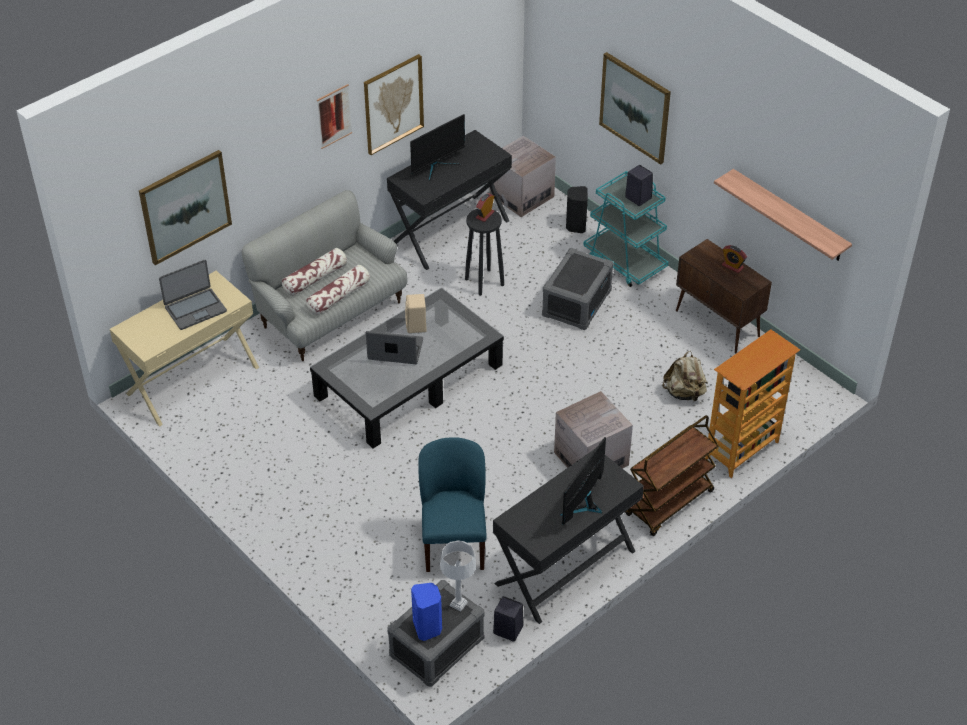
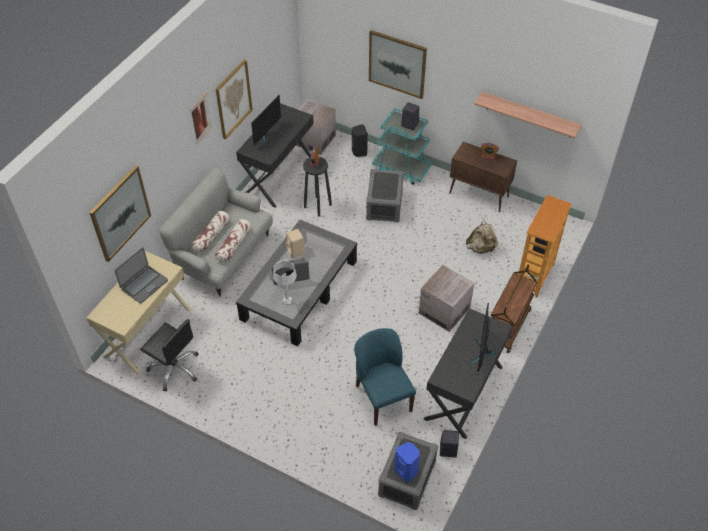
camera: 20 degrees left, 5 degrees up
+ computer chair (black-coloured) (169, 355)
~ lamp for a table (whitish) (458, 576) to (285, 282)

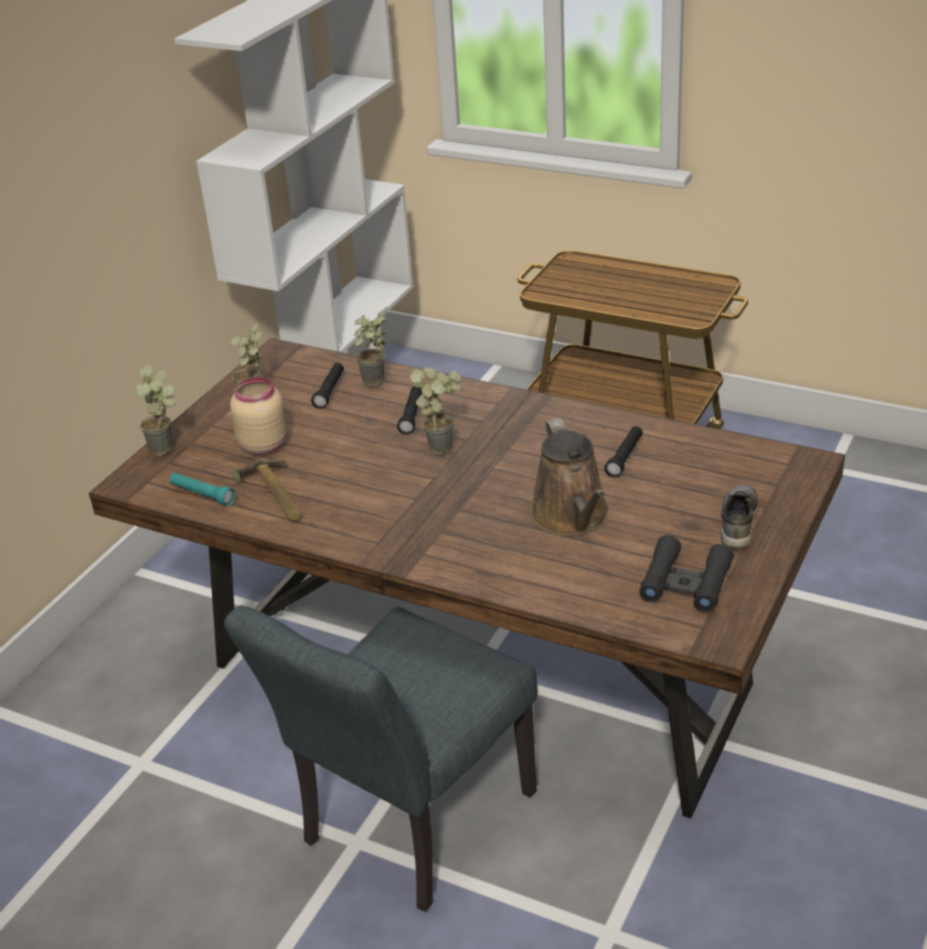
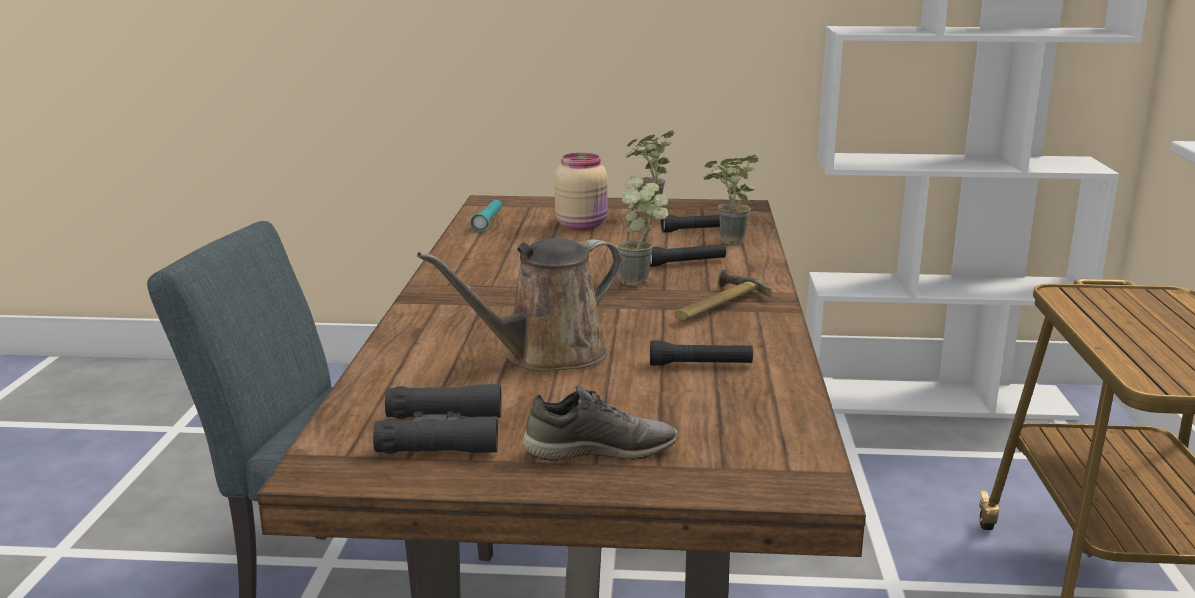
camera: 65 degrees right, 15 degrees down
~ tool hammer (266, 489) to (723, 294)
- potted plant (156, 410)

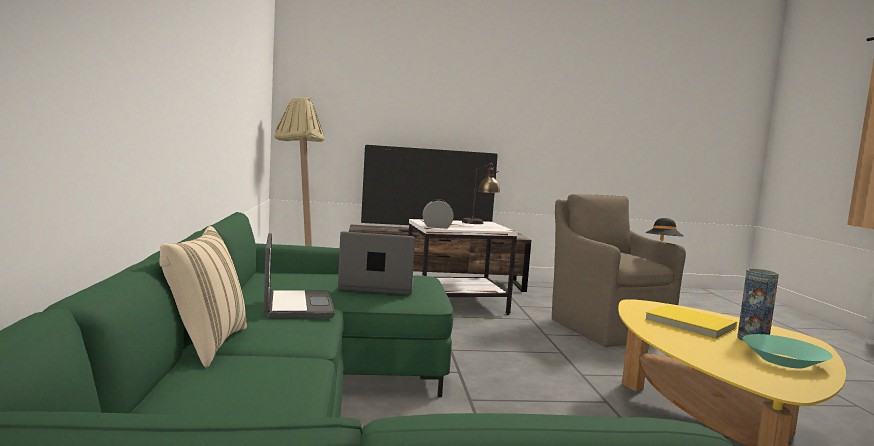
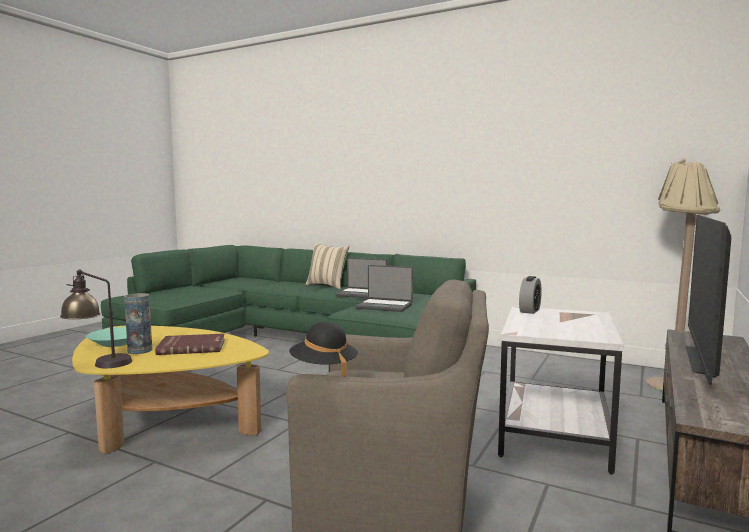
camera: 125 degrees right, 0 degrees up
~ lamp for a table (481, 193) to (96, 319)
~ volume (yellowish) (691, 322) to volume (reddish) (190, 344)
~ notebook computer (376, 263) = (384, 288) 75 degrees clockwise

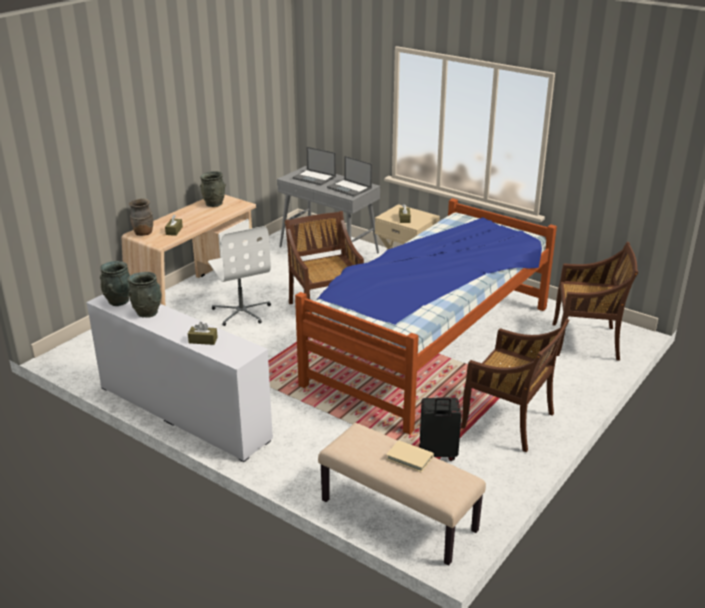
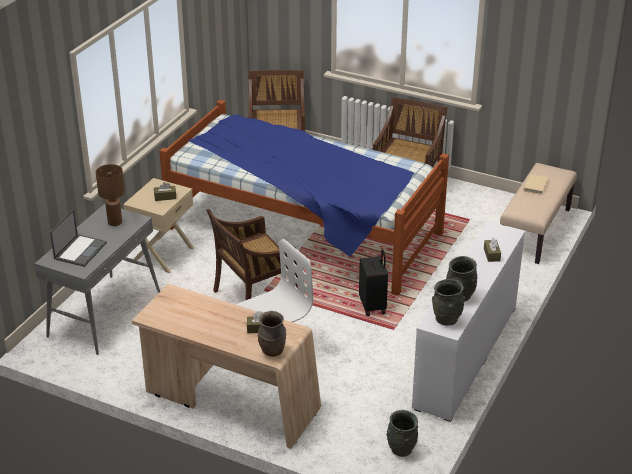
camera: 100 degrees left, 5 degrees up
~ notebook computer (349, 176) to lamp for a table (brownish) (110, 195)
~ travel case (black-coloured) (440, 429) to (373, 282)
~ vase (greyish) (213, 189) to (402, 433)

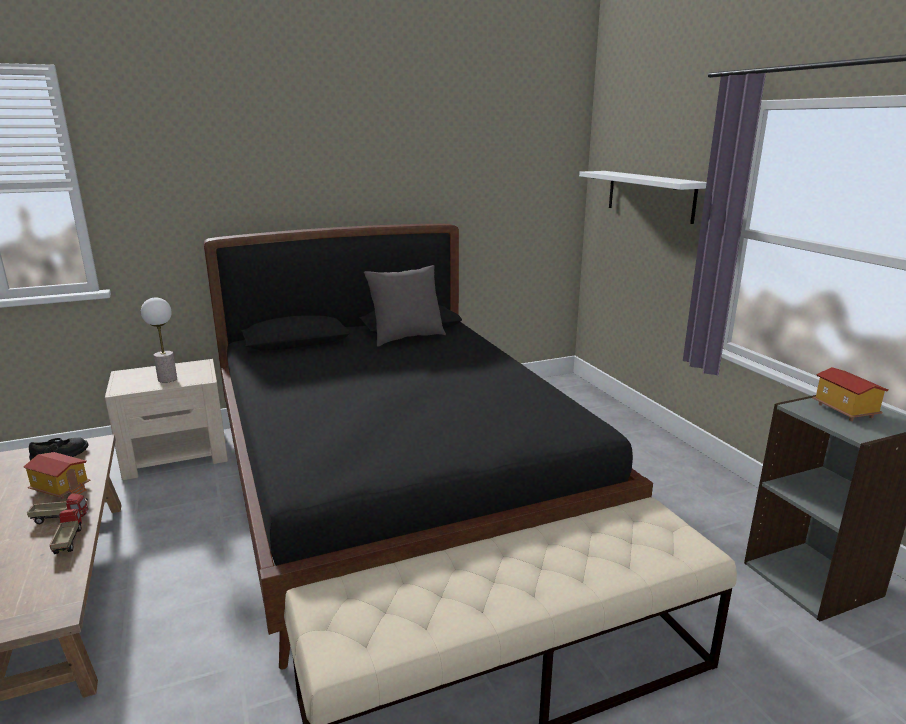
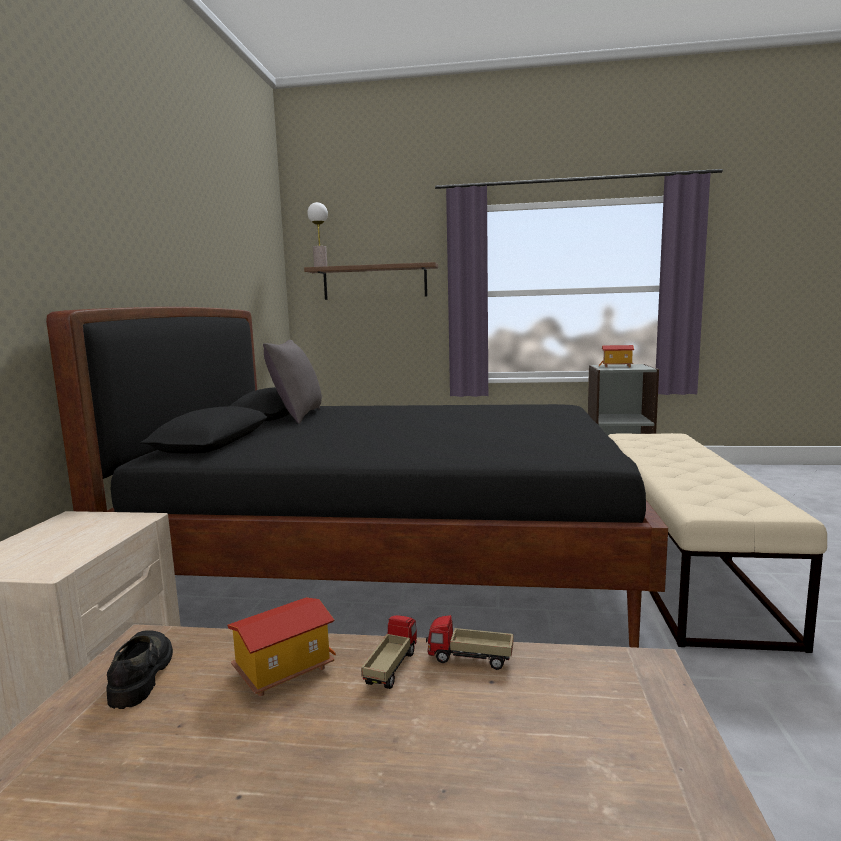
camera: 60 degrees left, 10 degrees down
~ wall shelf (whitish) (643, 197) to wall shelf (brownish) (371, 281)
~ lamp for a table (159, 340) to (317, 234)

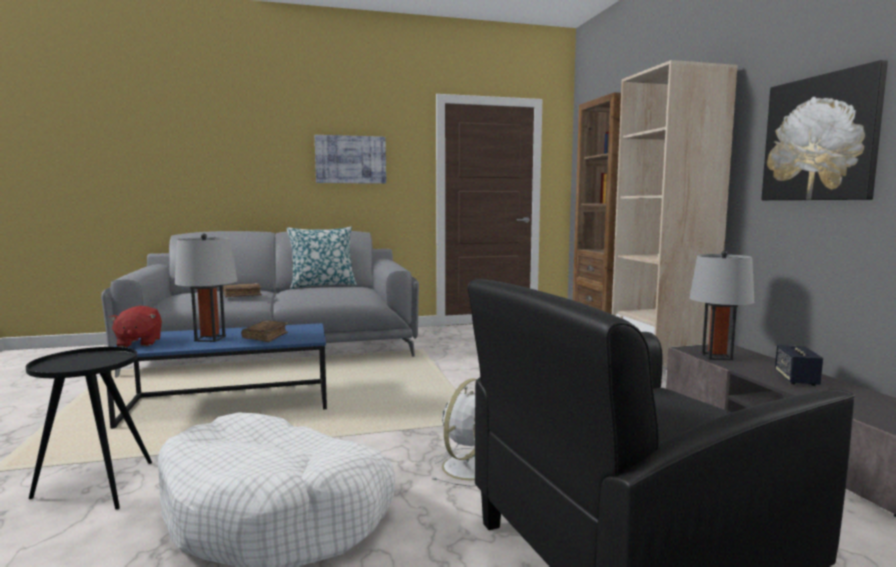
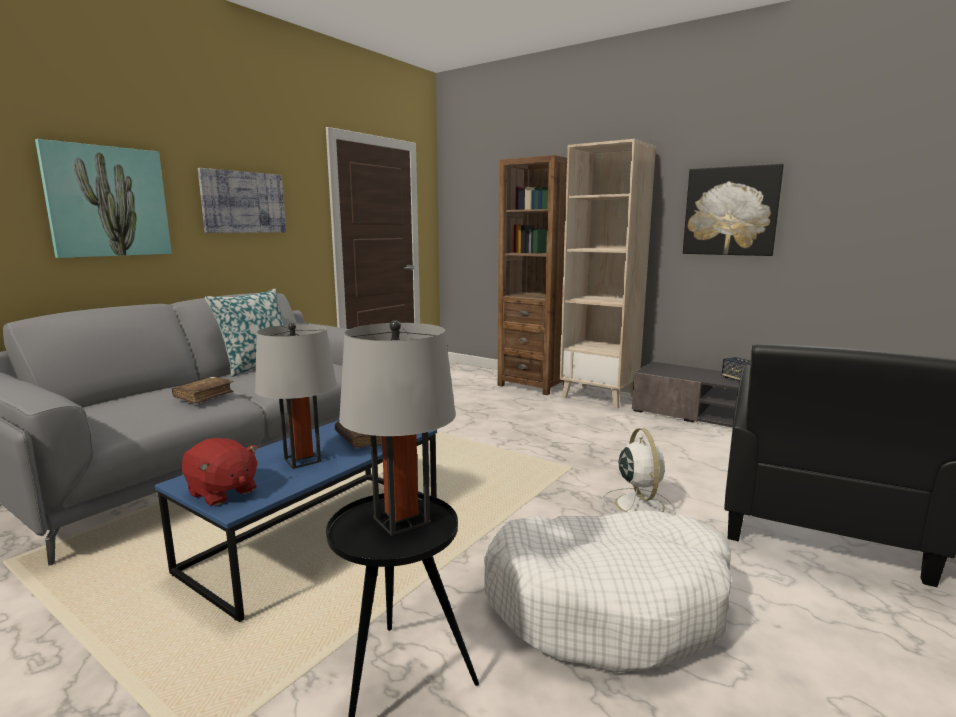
camera: 40 degrees left, 5 degrees up
+ picture (103, 198)
~ lamp for a table (greyish) (721, 305) to (397, 428)

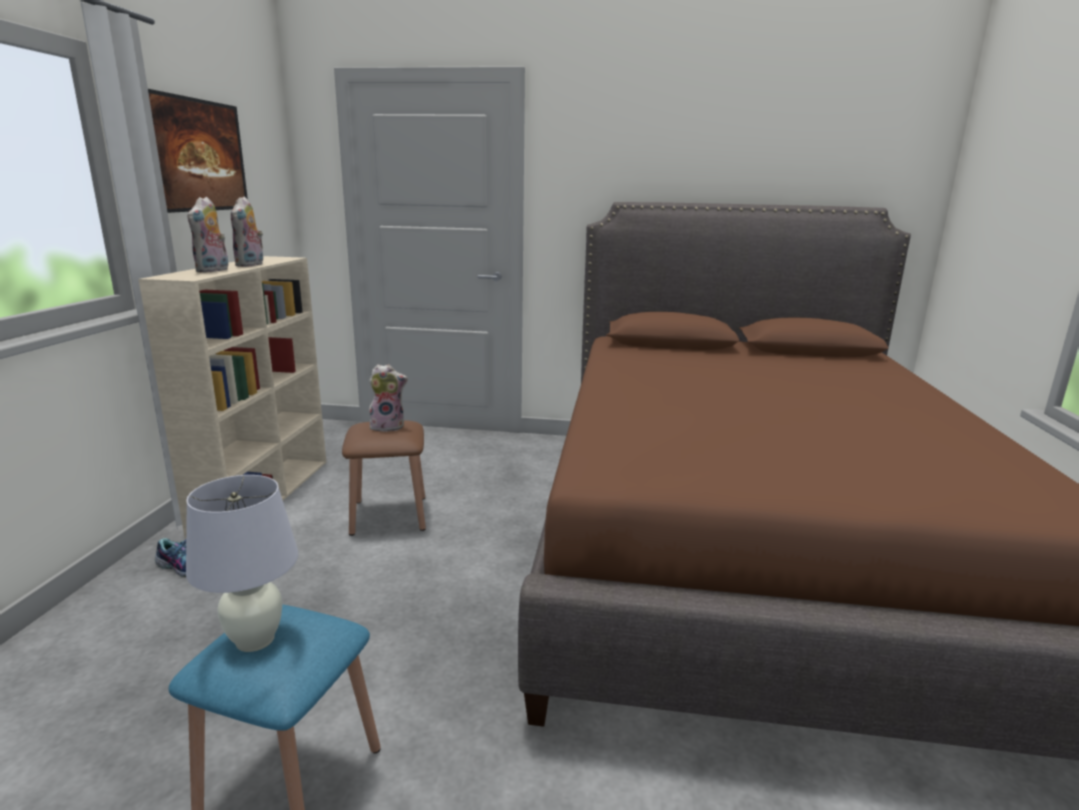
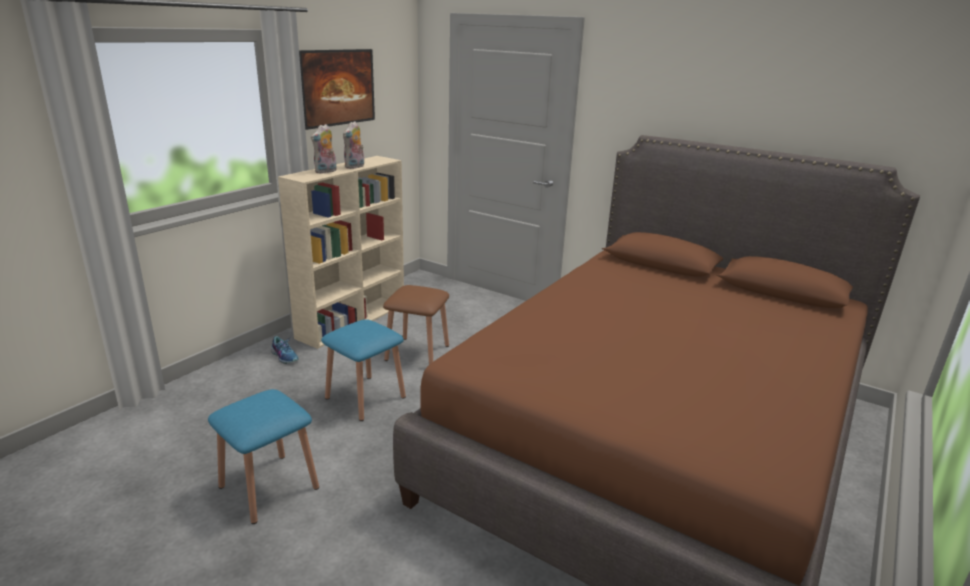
camera: 25 degrees right, 5 degrees up
+ stool seat (blue-coloured) (363, 370)
- lamp for a table (whitish) (242, 563)
- plush toy (388, 398)

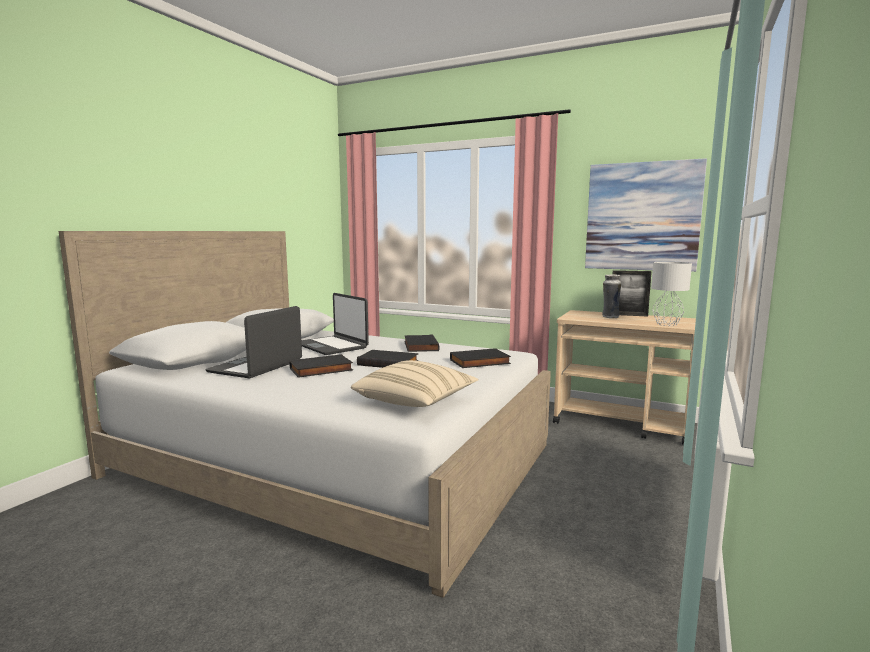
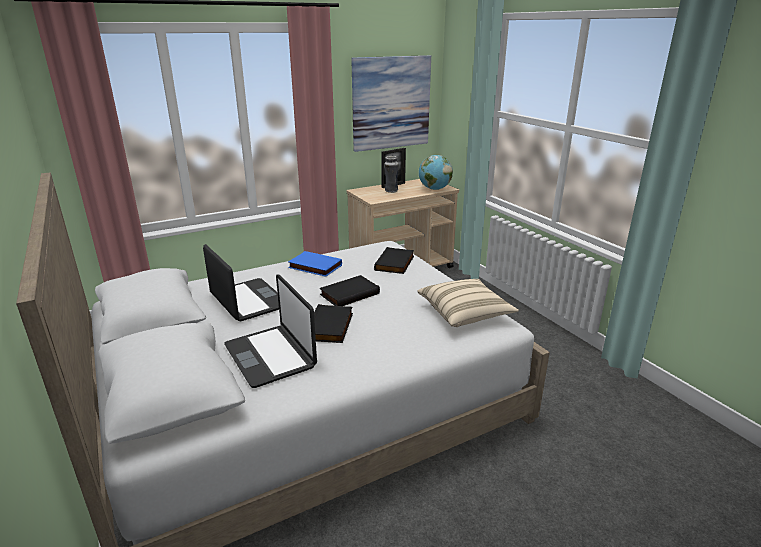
camera: 55 degrees left, 15 degrees up
~ notebook computer (335, 324) = (241, 282) 120 degrees counterclockwise
~ volume (black-coloured) (422, 343) to volume (blue-coloured) (315, 264)
~ lamp for a table (greyish) (671, 294) to globe (436, 172)

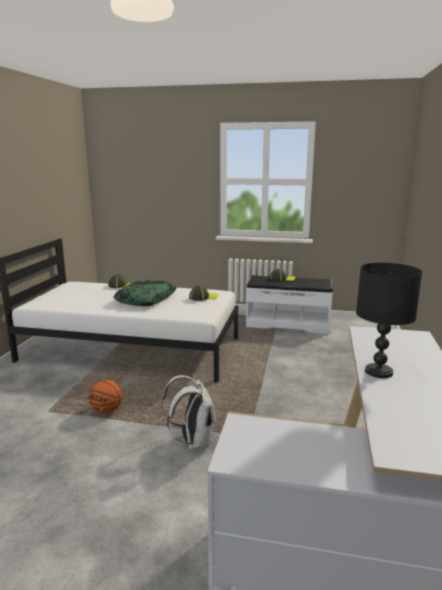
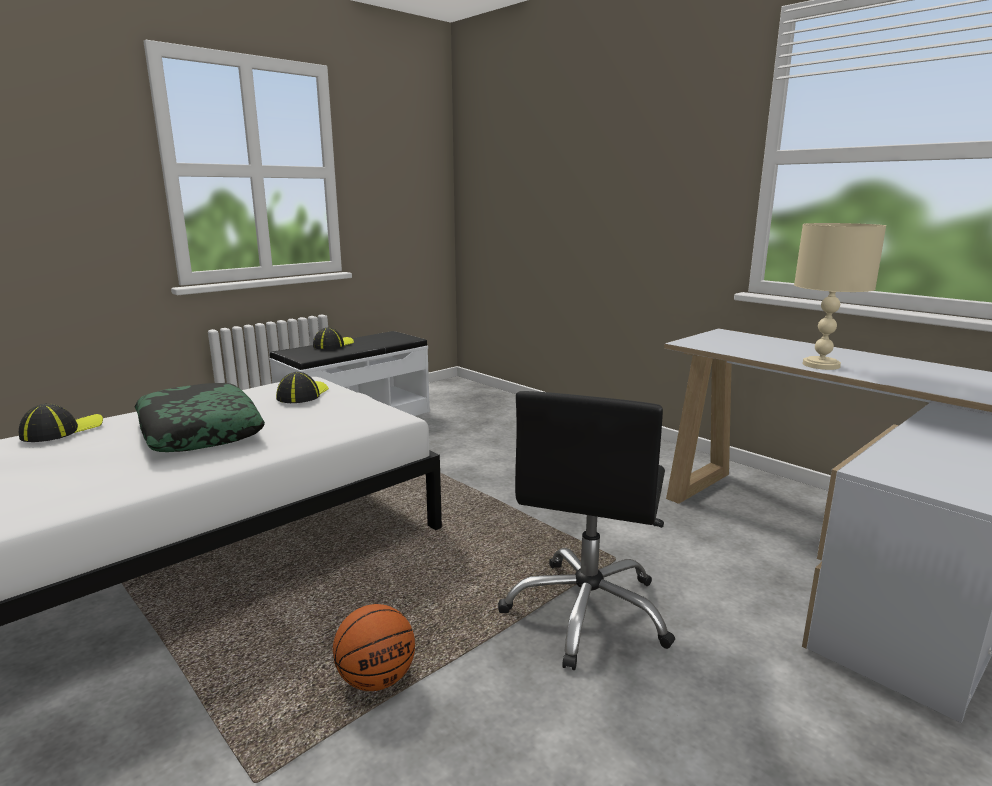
camera: 55 degrees left, 0 degrees up
~ rucksack (whitish) (188, 412) to computer chair (black-coloured) (586, 530)
~ lamp for a table (black-coloured) (389, 320) to lamp for a table (beige-coloured) (840, 296)

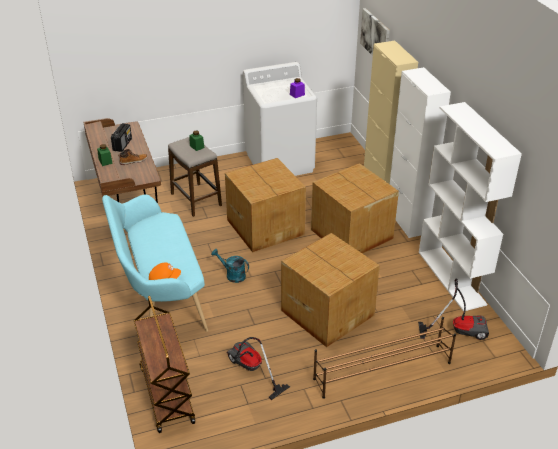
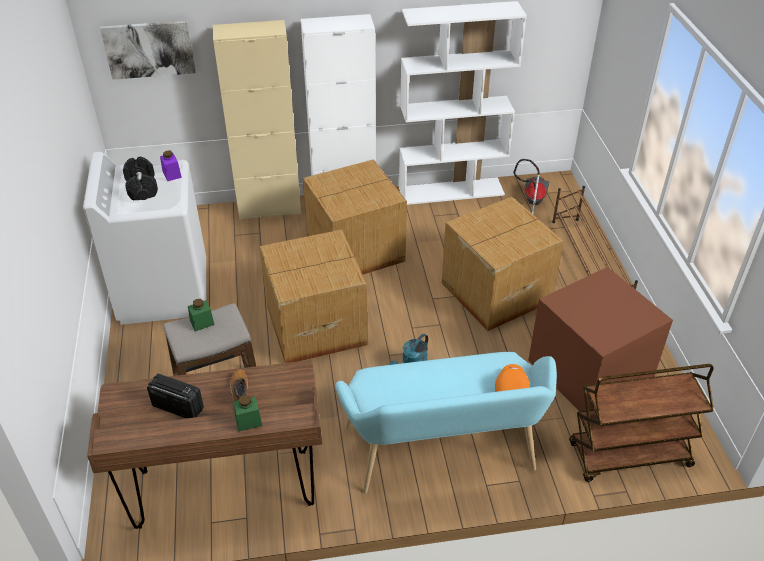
camera: 80 degrees left, 5 degrees up
+ hand weight (black-coloured) (140, 179)
~ hoover (258, 368) to storage bin (brownish) (600, 339)

